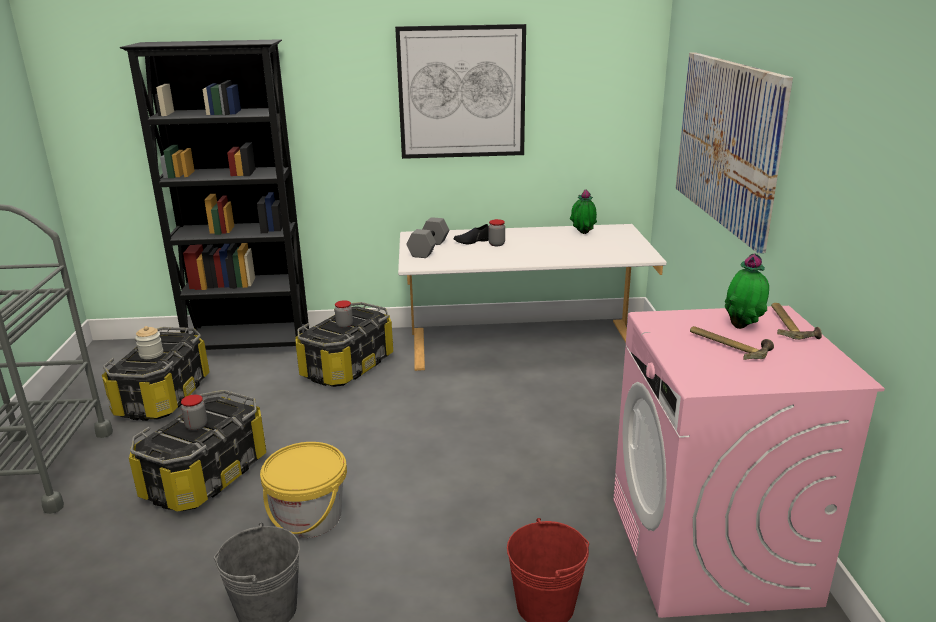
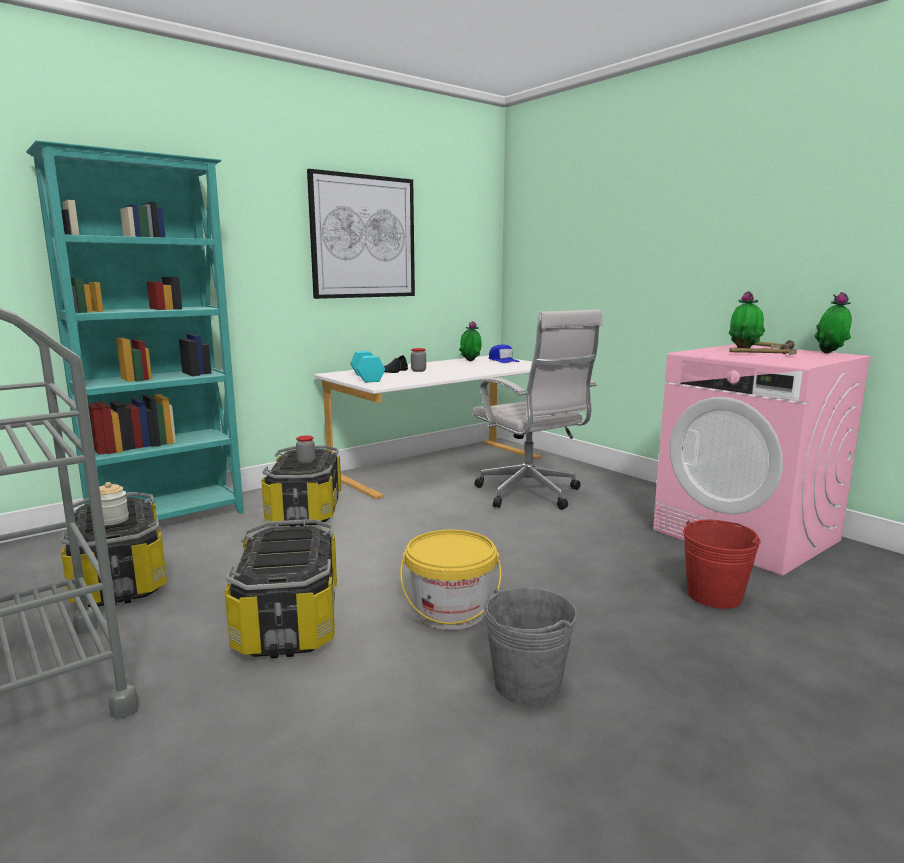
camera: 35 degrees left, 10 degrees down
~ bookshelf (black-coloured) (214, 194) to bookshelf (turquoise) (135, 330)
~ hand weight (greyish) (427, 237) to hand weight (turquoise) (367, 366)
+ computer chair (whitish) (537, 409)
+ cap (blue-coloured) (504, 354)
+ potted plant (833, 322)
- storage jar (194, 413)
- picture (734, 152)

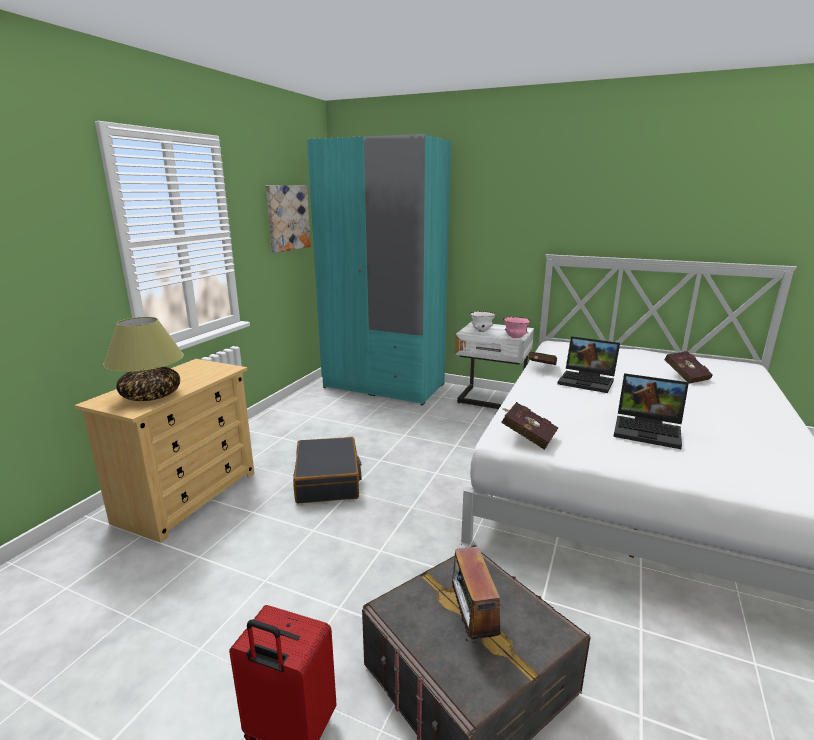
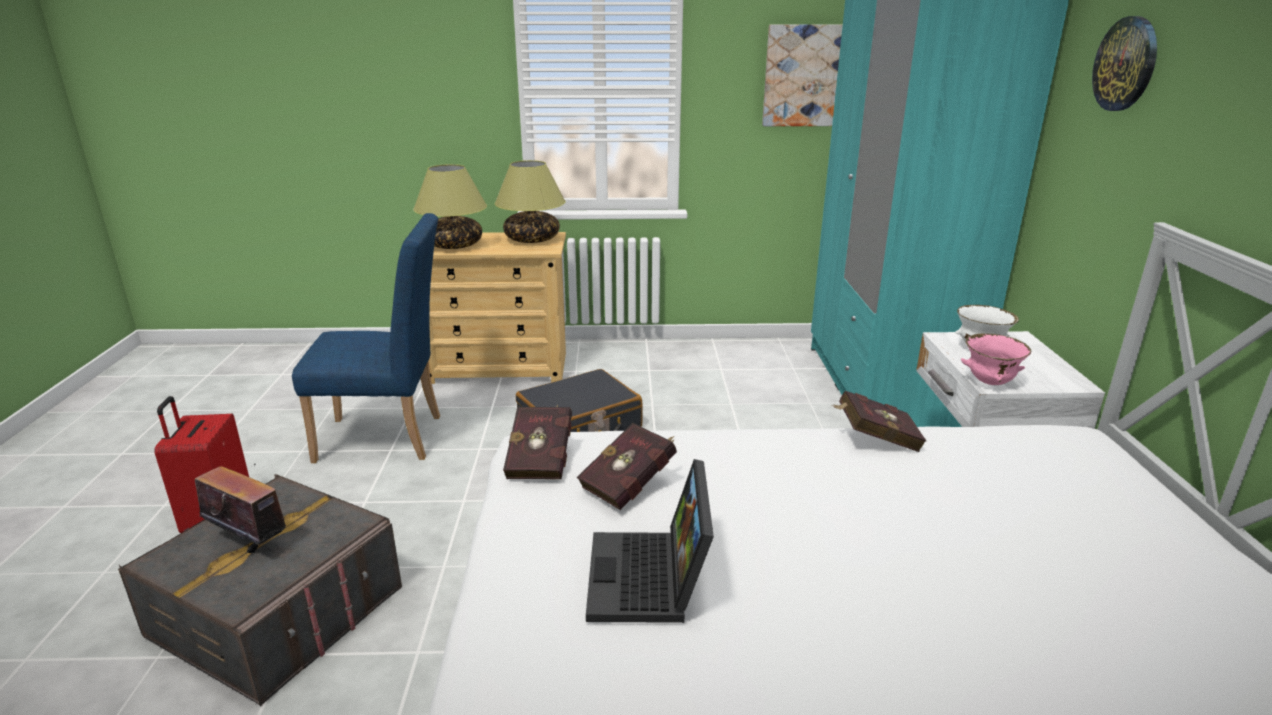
camera: 65 degrees right, 5 degrees up
~ radio receiver (470, 593) = (240, 508) 60 degrees clockwise
+ plain chair (blue-coloured) (366, 338)
+ lamp for a table (530, 201)
~ volume (reddish) (688, 367) to (627, 466)
+ clock on the wall (1124, 63)
- notebook computer (588, 364)

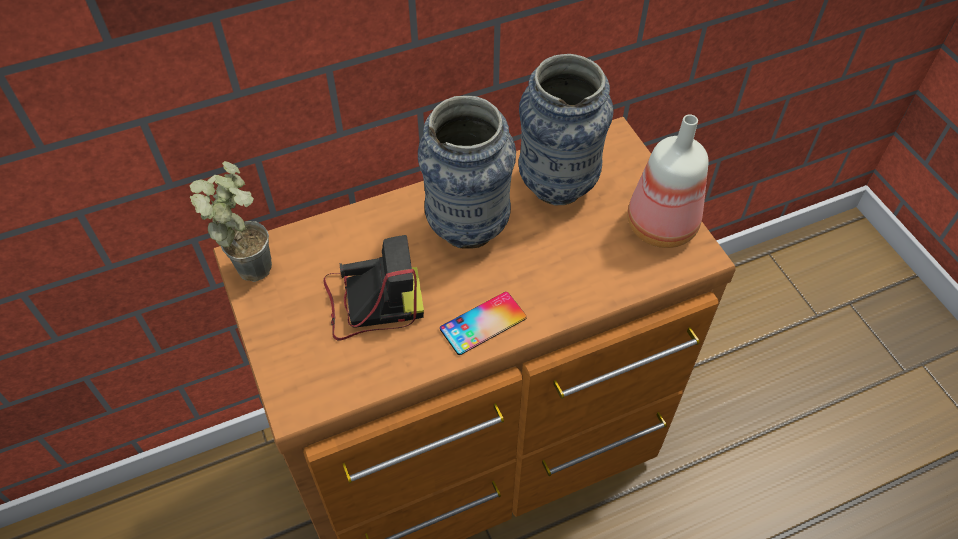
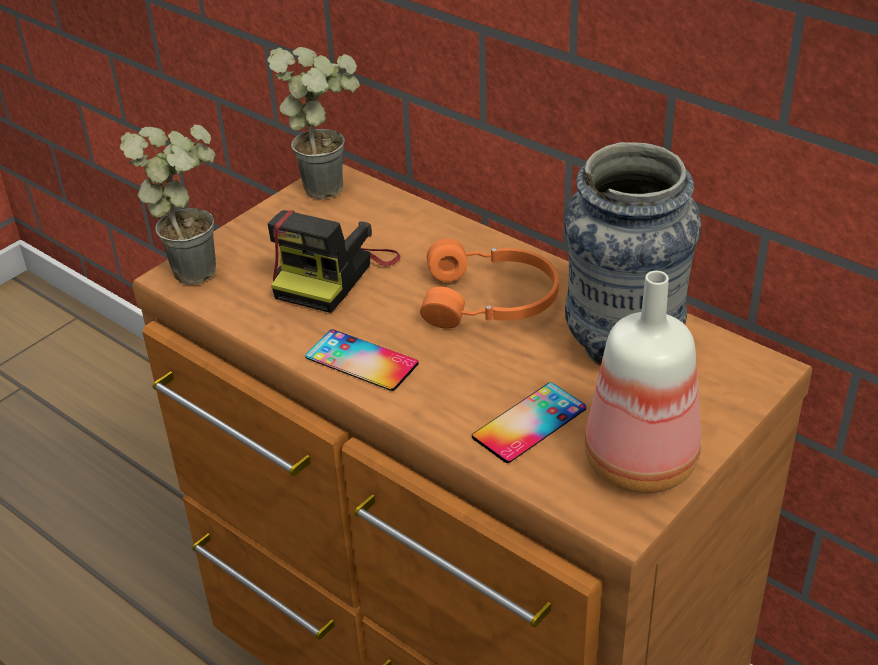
camera: 65 degrees right, 15 degrees down
+ potted plant (168, 205)
~ photo camera (373, 288) = (334, 261) 60 degrees clockwise
~ vase (467, 172) to headset (orangey) (489, 283)
+ phone (529, 422)

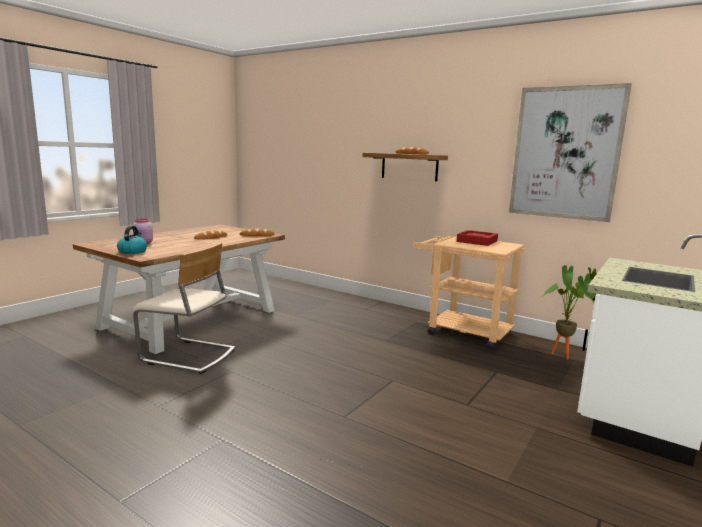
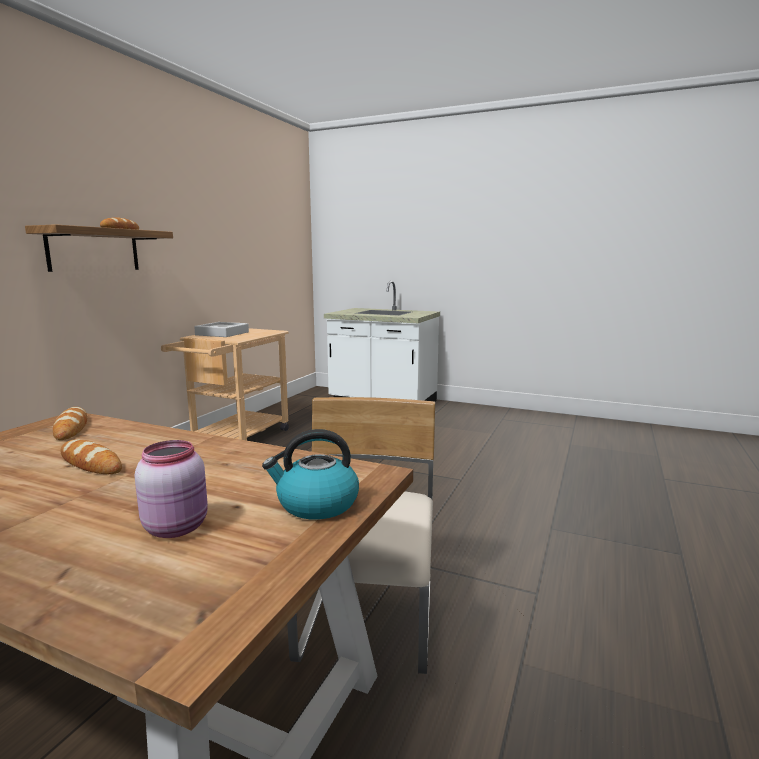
camera: 100 degrees left, 0 degrees up
~ serving tray (reddish) (477, 238) to serving tray (greyish) (221, 329)
- picture (570, 152)
- potted plant (569, 312)

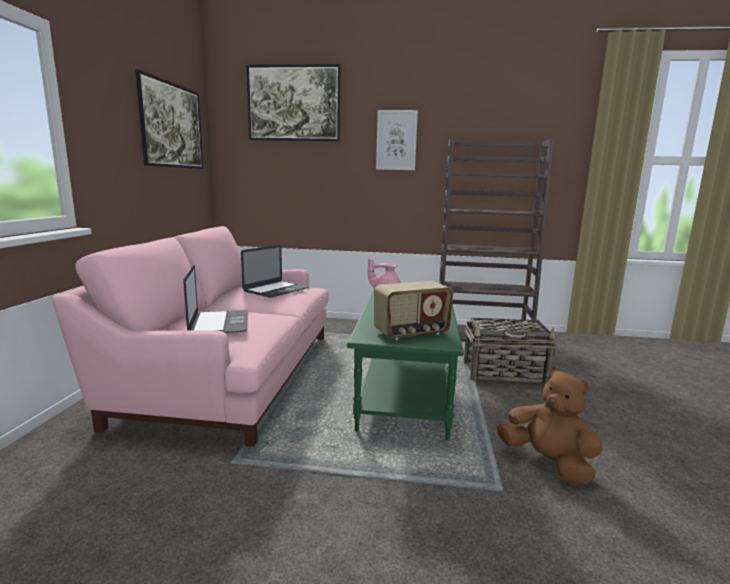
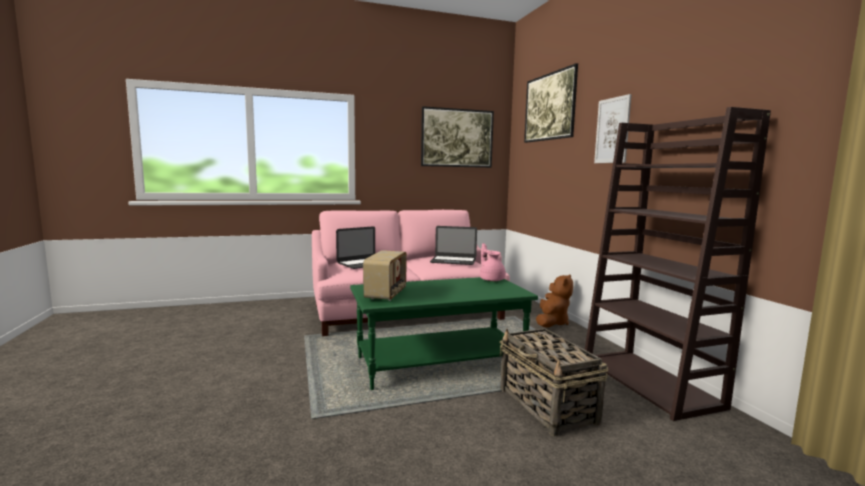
camera: 65 degrees right, 5 degrees down
~ radio receiver (413, 310) = (385, 275) 120 degrees counterclockwise
~ plush toy (brownish) (550, 425) to (554, 301)

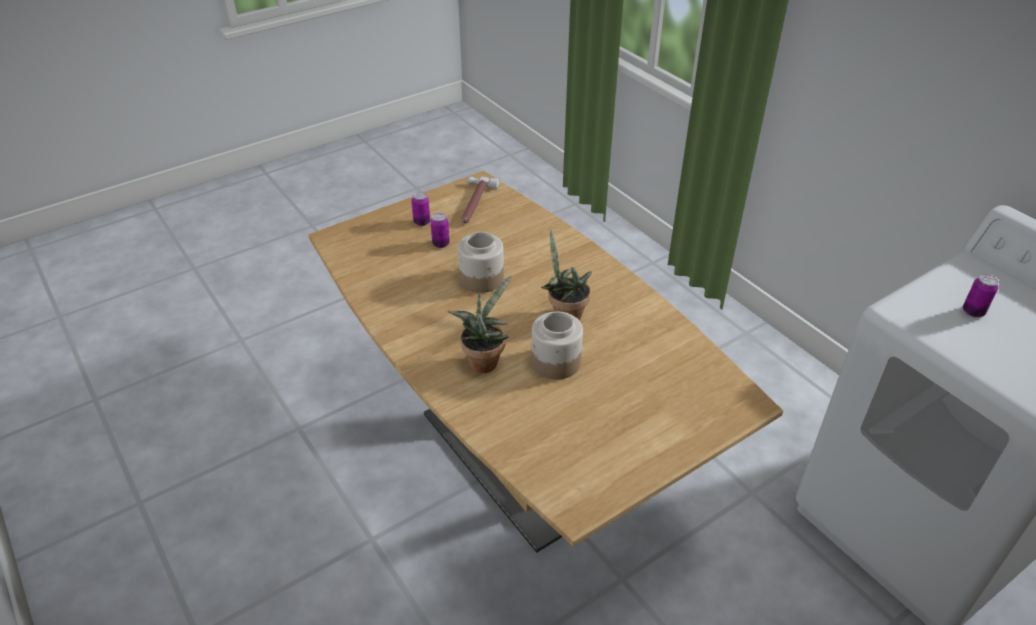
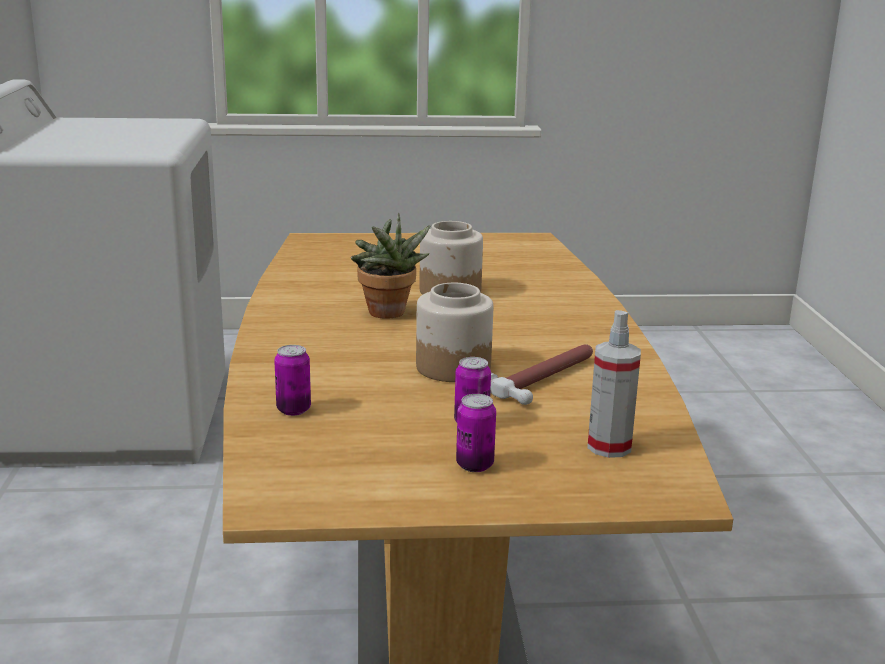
camera: 150 degrees left, 20 degrees down
~ can (981, 296) to (292, 380)
~ tool hammer (480, 200) to (541, 374)
+ sprayer (614, 384)
- potted plant (480, 324)

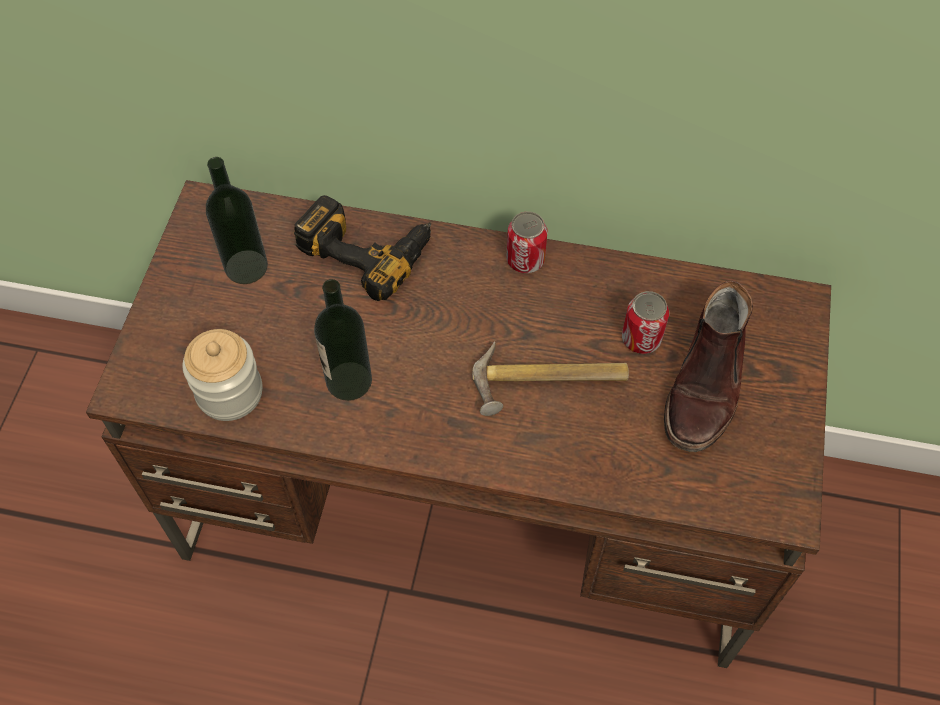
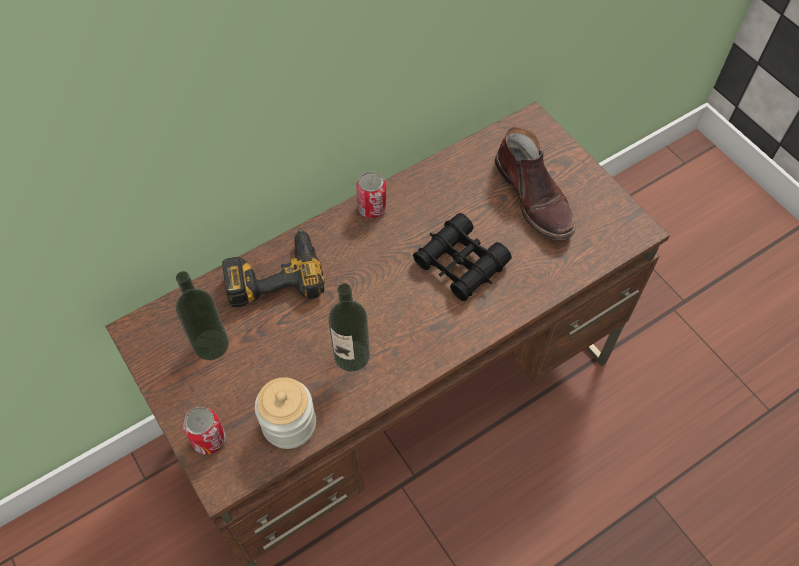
camera: 45 degrees left, 0 degrees up
~ can (645, 322) to (204, 431)
~ tool hammer (550, 378) to binoculars (black-coloured) (462, 257)

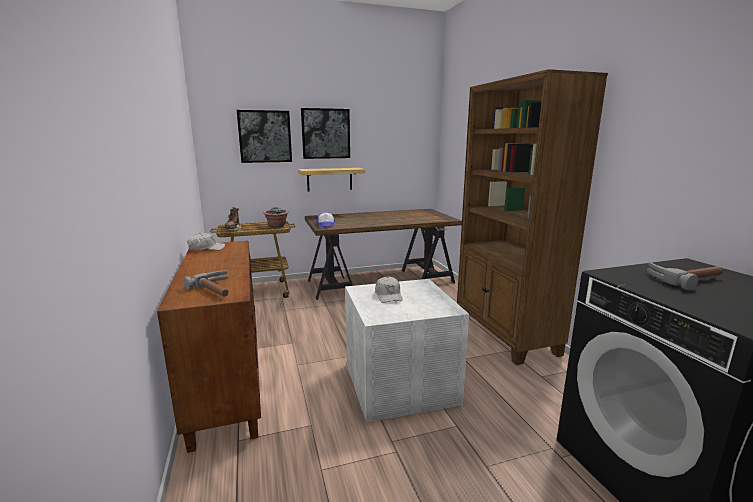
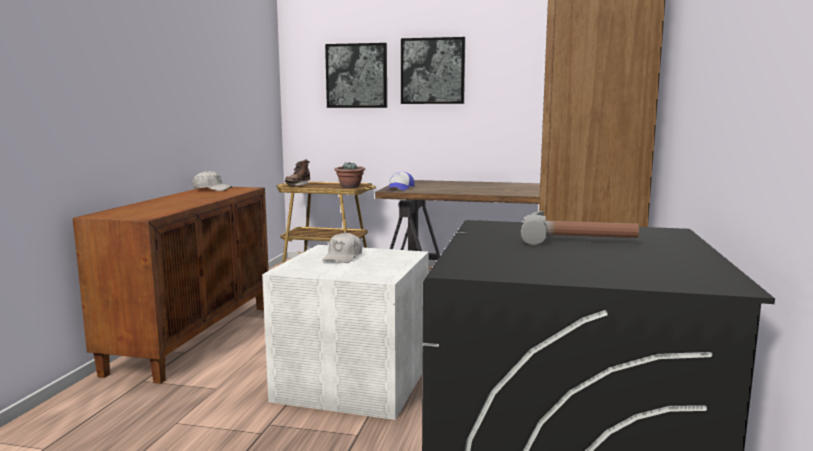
camera: 30 degrees right, 5 degrees down
- tool hammer (206, 284)
- wall shelf (331, 179)

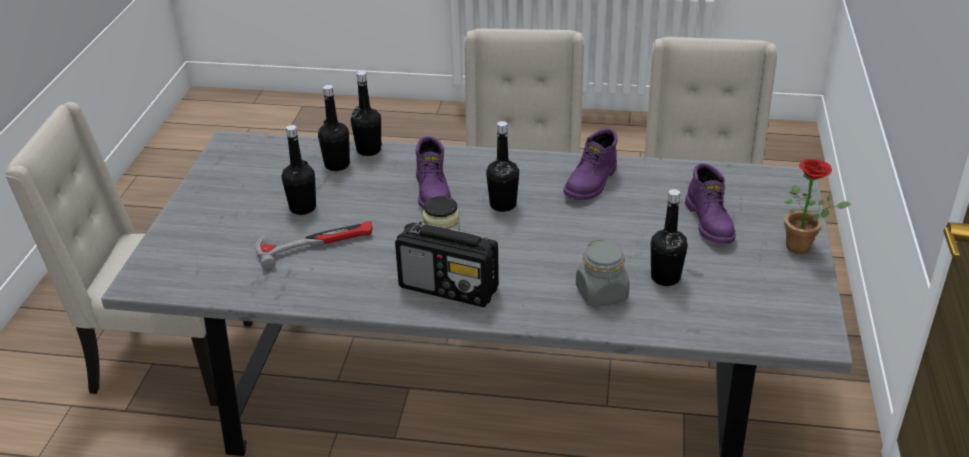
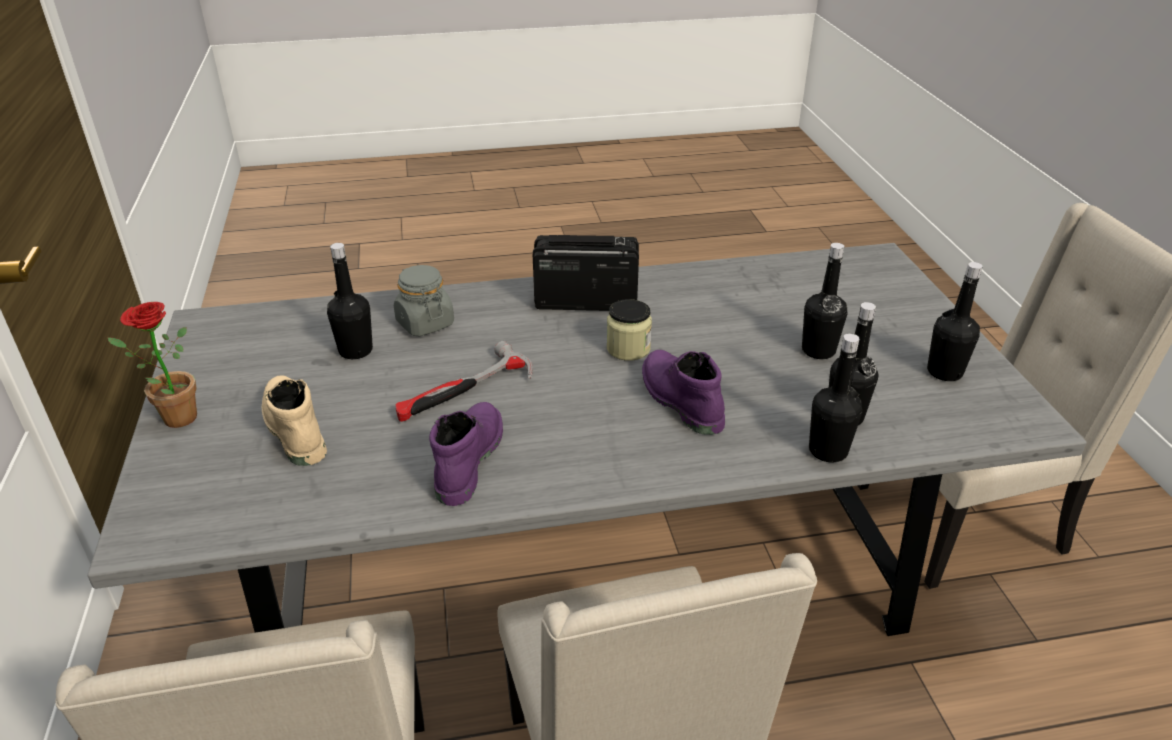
camera: 160 degrees right, 0 degrees up
~ boot (purple) (710, 203) to boot (beige-coloured) (294, 420)
~ tool hammer (313, 245) to (464, 381)
~ bottle (black-coloured) (502, 166) to (955, 321)

